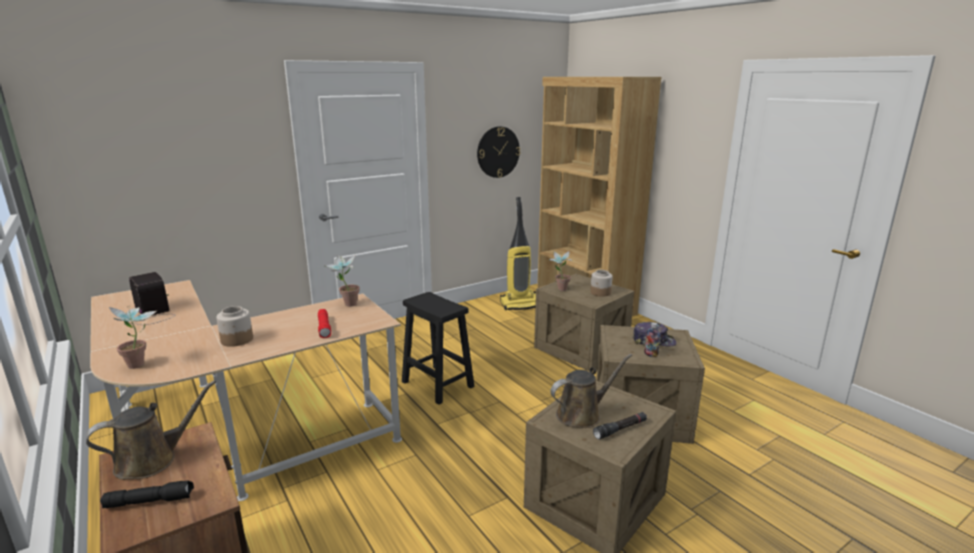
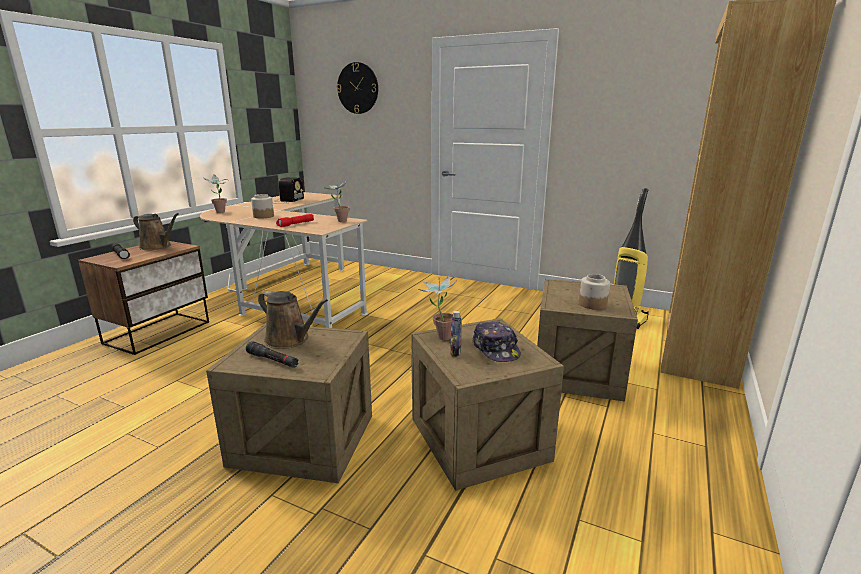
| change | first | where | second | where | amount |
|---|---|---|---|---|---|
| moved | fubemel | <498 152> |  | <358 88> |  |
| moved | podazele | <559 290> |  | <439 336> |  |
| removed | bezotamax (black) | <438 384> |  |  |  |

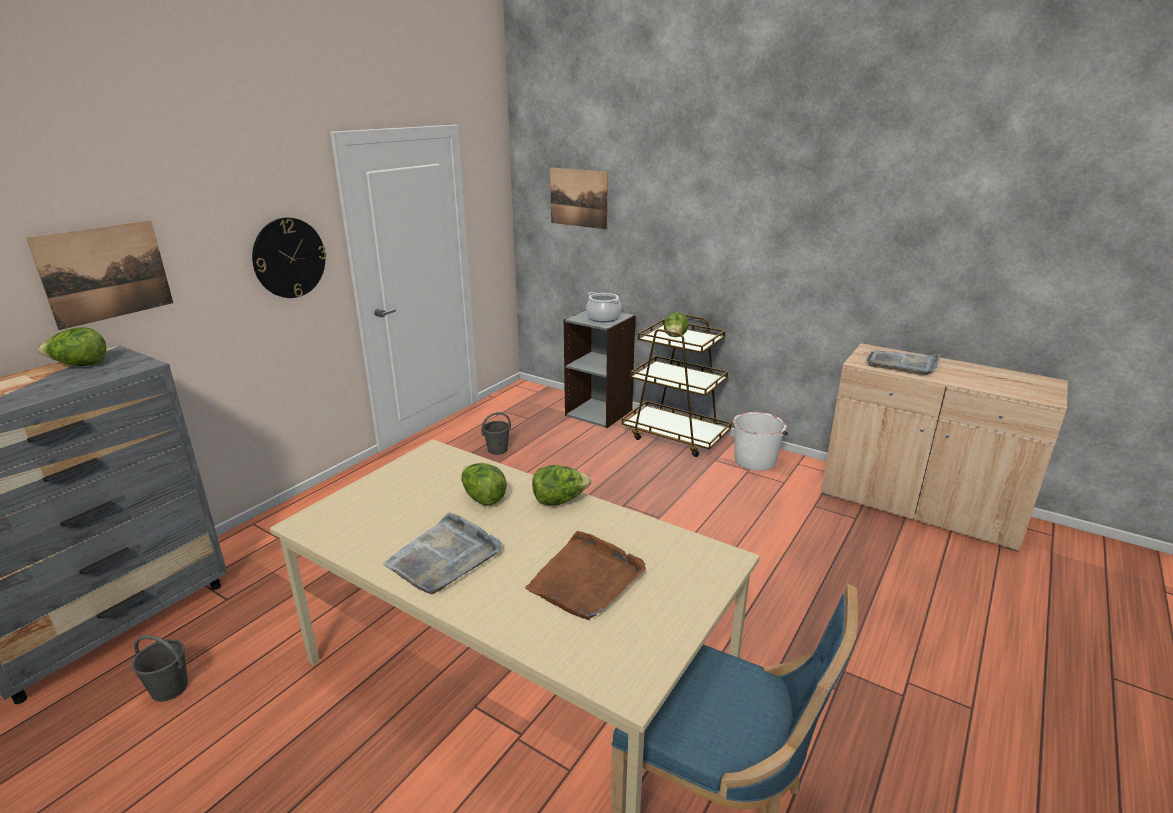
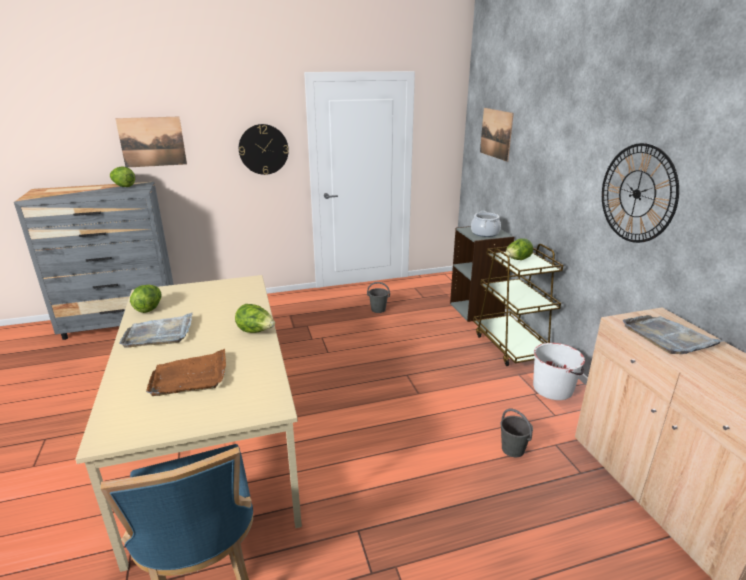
| change | first | where | second | where | amount |
|---|---|---|---|---|---|
| moved | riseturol | <483 498> |  | <149 308> |  |
| moved | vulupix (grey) | <170 689> |  | <513 449> |  |
| added |  |  | fubemel | <637 193> |  |

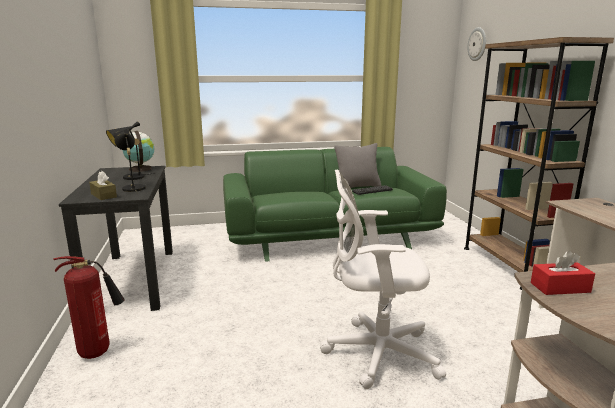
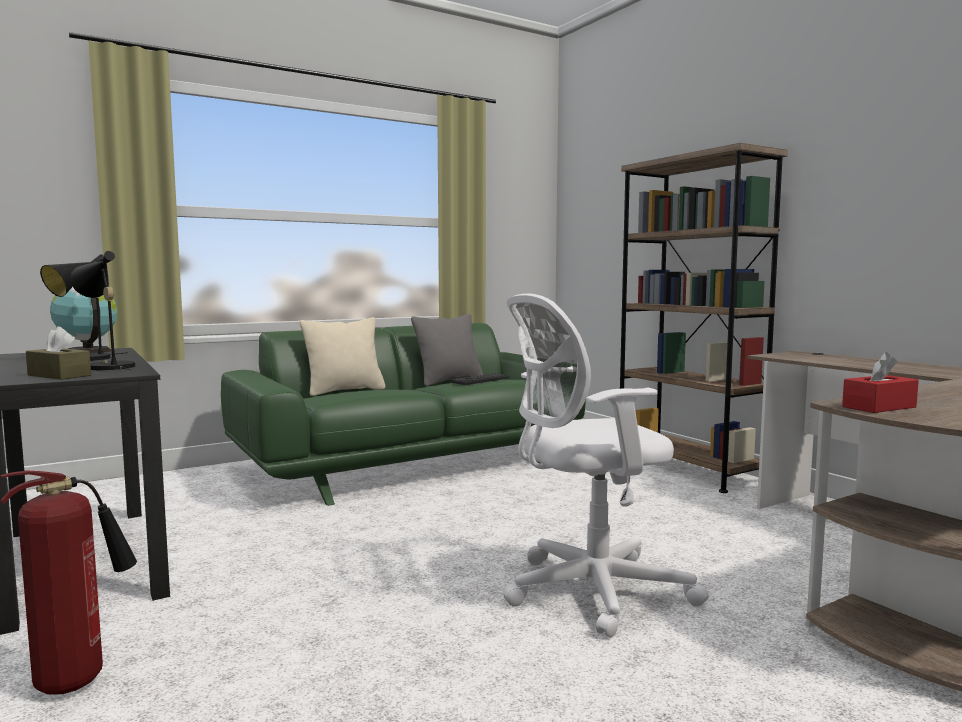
| change | first | where | second | where | amount |
|---|---|---|---|---|---|
| removed | fubemel | <477 44> |  |  |  |
| added |  |  | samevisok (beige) | <345 391> |  |

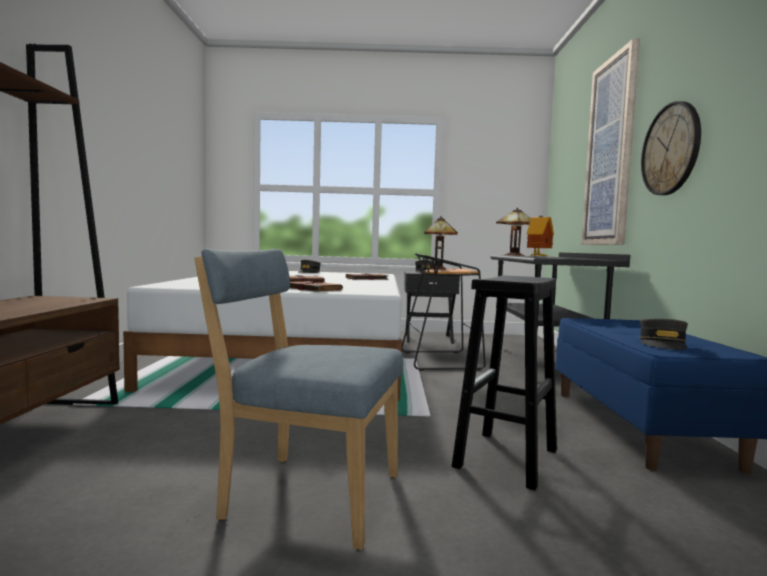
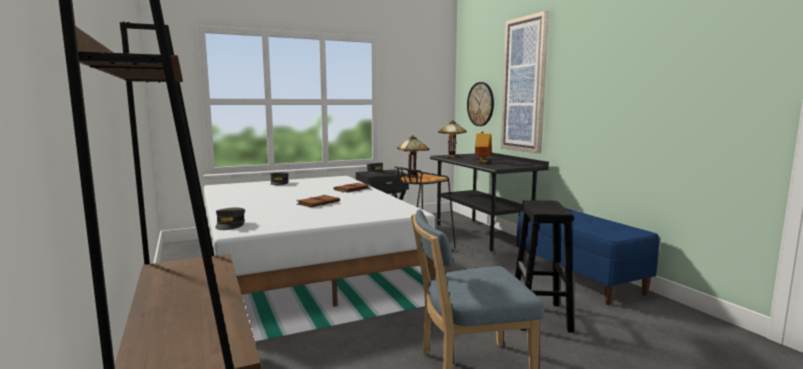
| change | first | where | second | where | amount |
|---|---|---|---|---|---|
| moved | fubemel | <670 149> |  | <480 104> |  |
| removed | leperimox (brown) | <312 289> |  |  |  |
| moved | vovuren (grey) | <663 344> |  | <230 225> |  |

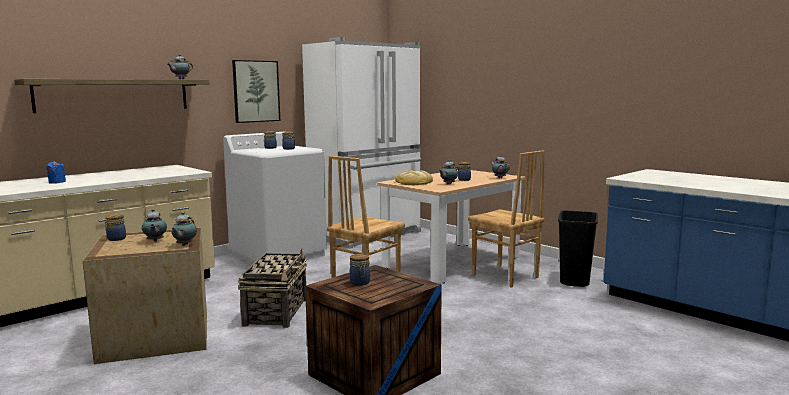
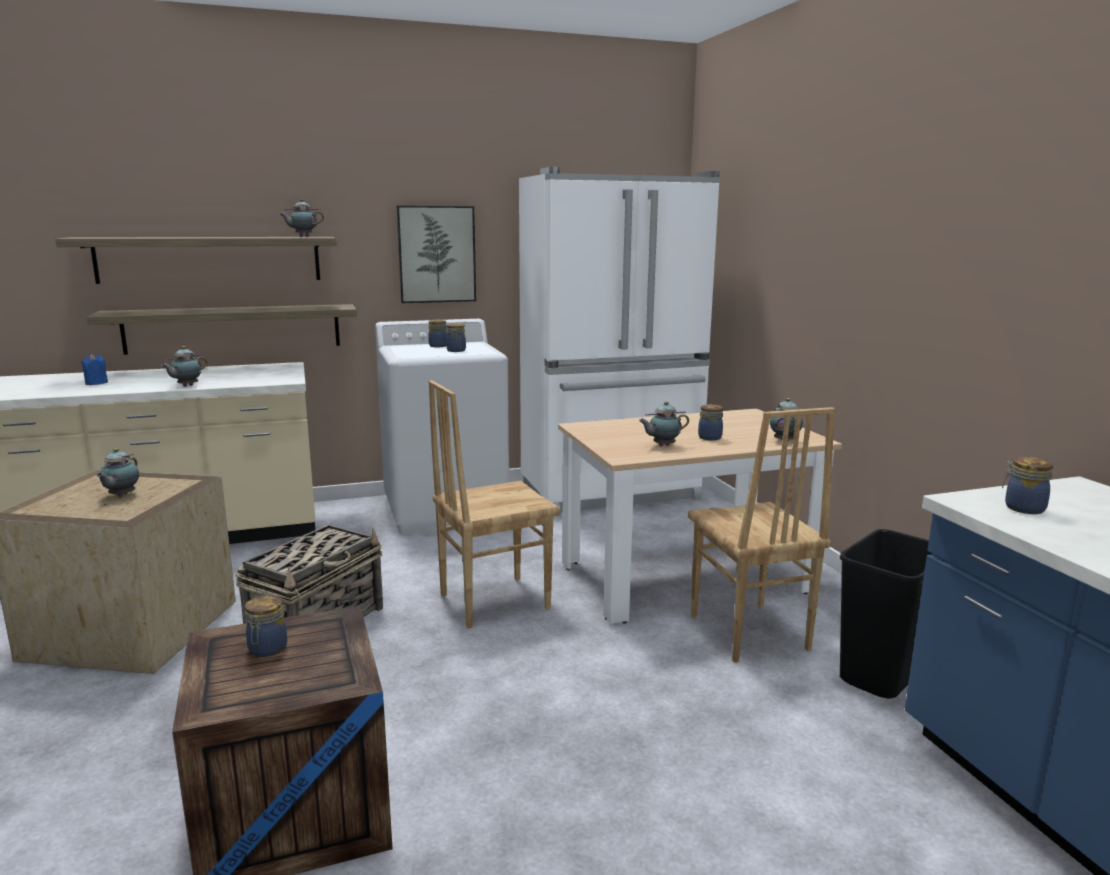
| change | first | where | second | where | amount |
|---|---|---|---|---|---|
| removed | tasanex | <414 182> |  |  |  |
| moved | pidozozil | <184 245> |  | <186 386> |  |
| moved | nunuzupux | <116 239> |  | <1022 508> |  |
| added |  |  | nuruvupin | <233 328> |  |

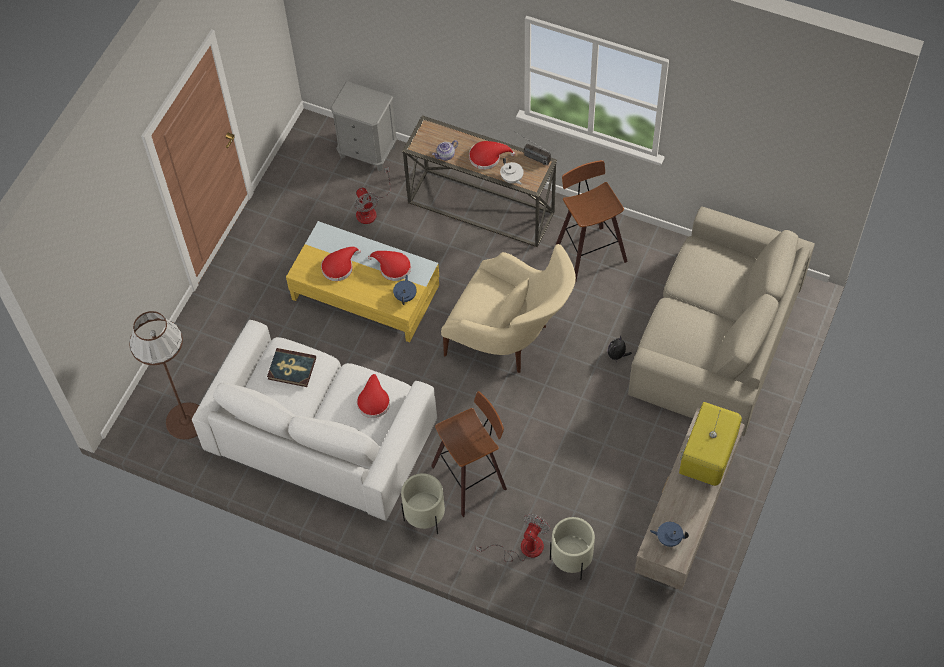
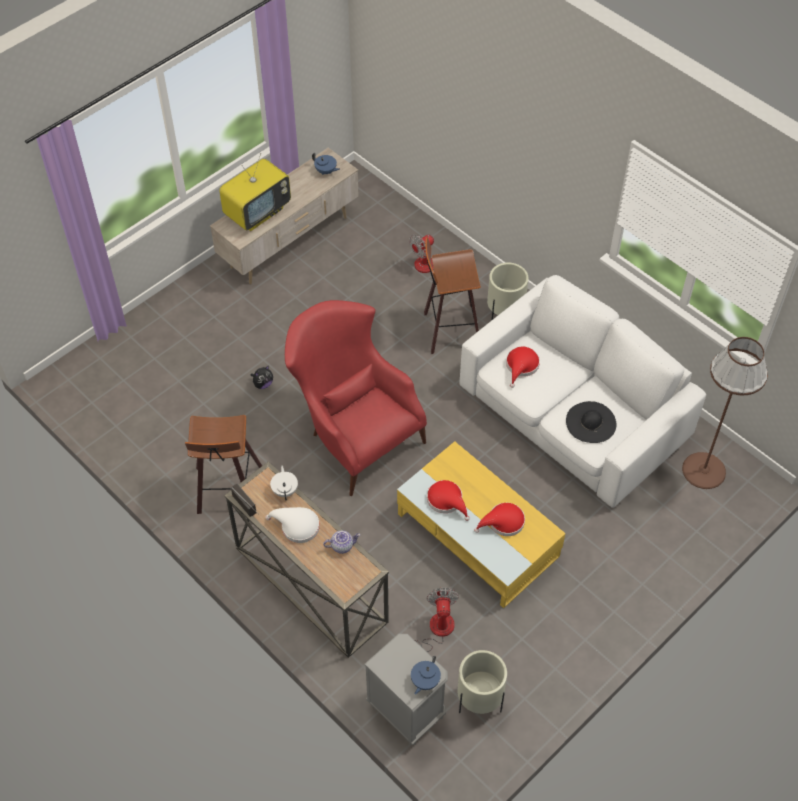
| change | first | where | second | where | amount |
|---|---|---|---|---|---|
| recoloured | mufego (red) | <487 157> | mufego (white) | <297 526> |  |
| removed | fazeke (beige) | <716 337> |  |  |  |
| recoloured | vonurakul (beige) | <511 340> | vonurakul (red) | <354 433> |  |
| moved | pidozozil (blue) | <405 296> |  | <424 681> |  |
| replaced | leperimox | <292 369> | mufego (black) | <591 422> |  |
| moved | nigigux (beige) | <571 561> |  | <479 701> |  |

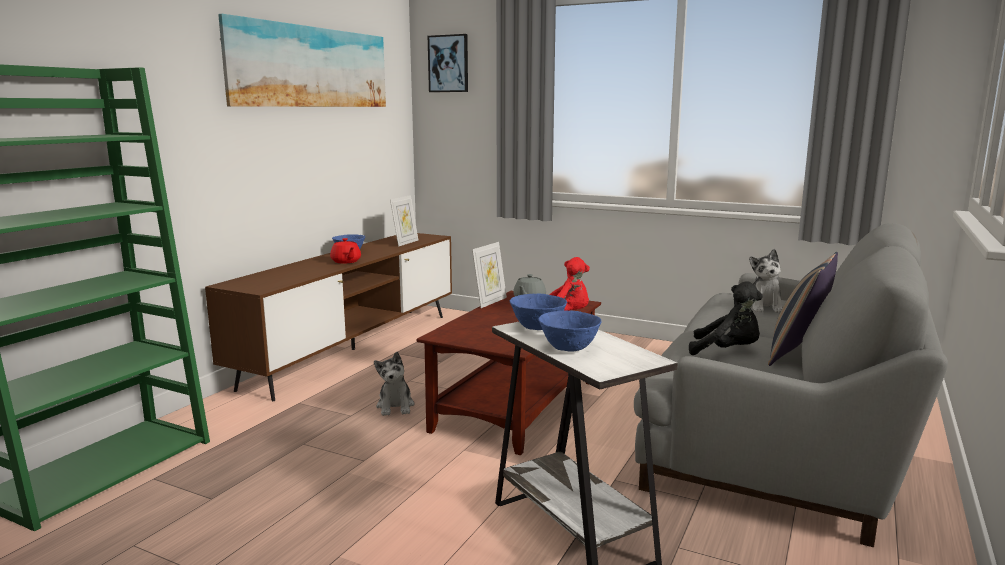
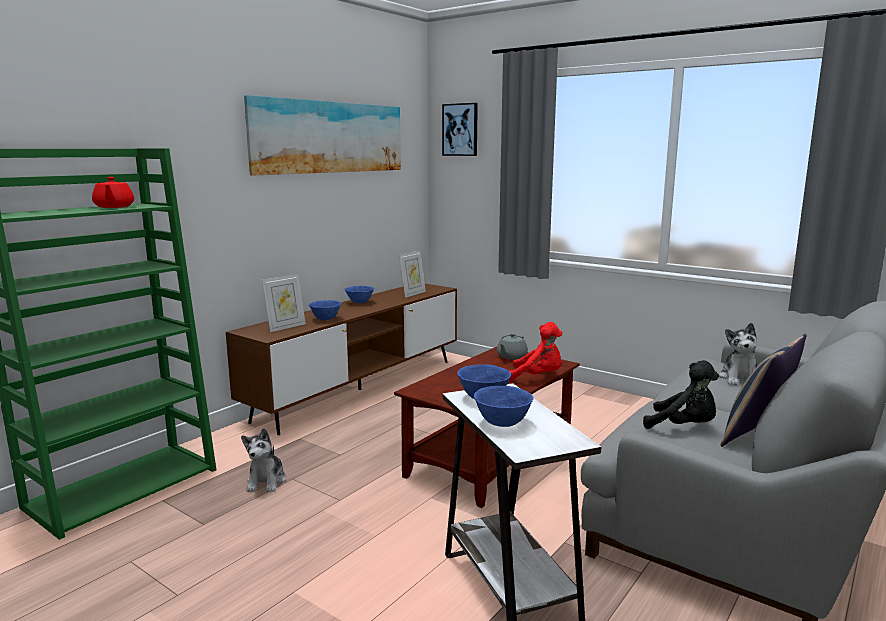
| change | first | where | second | where | amount |
|---|---|---|---|---|---|
| moved | pidozozil (red) | <346 261> |  | <114 207> |  |
| moved | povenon | <490 302> |  | <285 327> |  |
| moved | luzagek | <395 406> |  | <266 481> |  |
| added |  |  | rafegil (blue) | <326 319> |  |

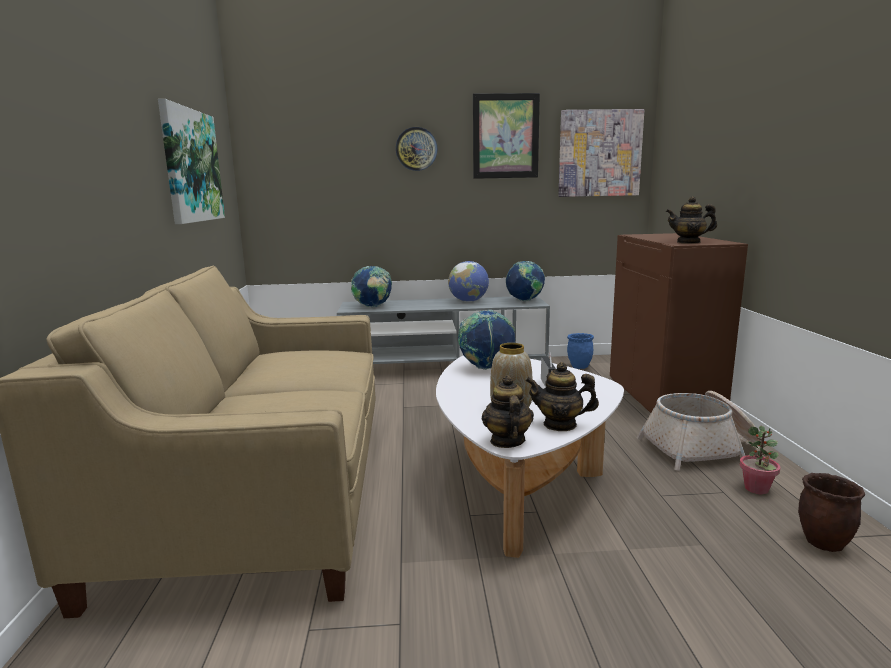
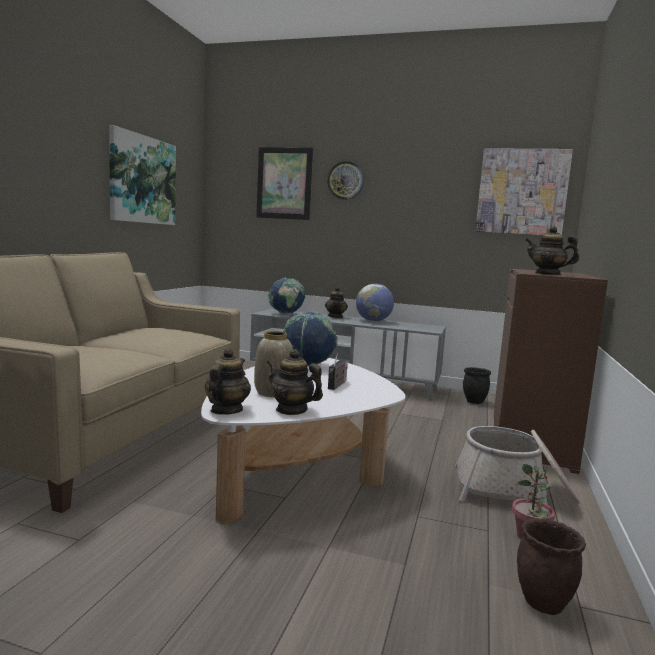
| change | first | where | second | where | amount |
|---|---|---|---|---|---|
| moved | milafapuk | <505 136> |  | <284 183> |  |
| removed | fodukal | <525 301> |  |  |  |
| recoloured | nigigux (blue) | <579 367> | nigigux (black) | <474 401> |  |
| added |  |  | pidozozil | <335 317> |  |

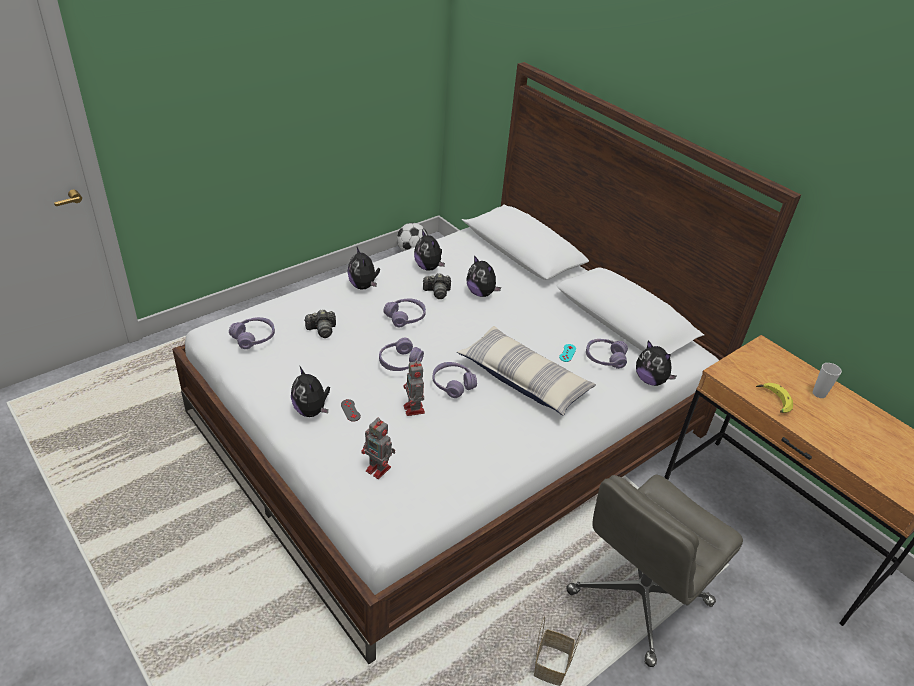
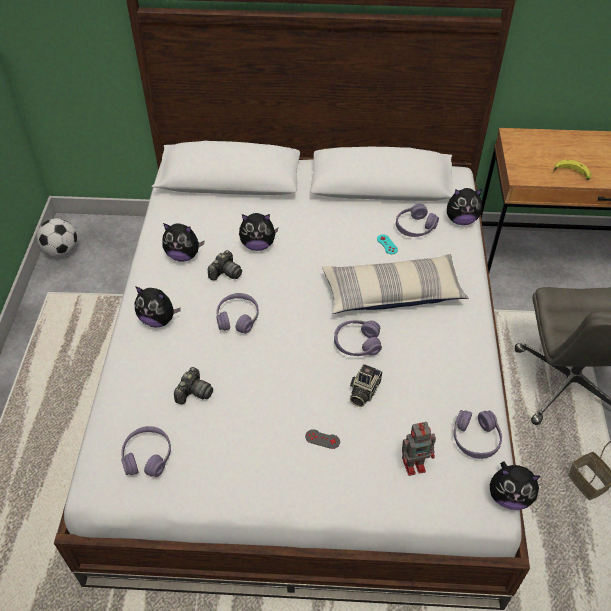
| change | first | where | second | where | amount |
|---|---|---|---|---|---|
| moved | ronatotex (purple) | <399 362> |  | <475 439> |  |
| replaced | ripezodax | <414 410> | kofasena | <363 391> |  |
| removed | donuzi | <819 394> |  |  |  |
| moved | luzagek | <311 410> |  | <509 496> |  |

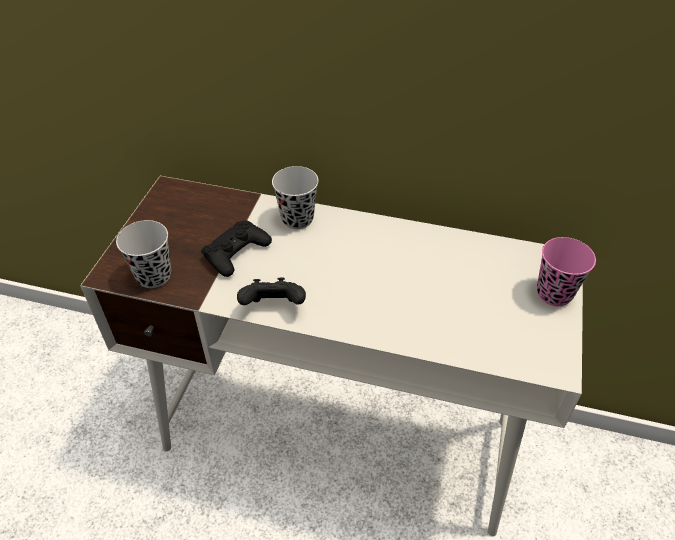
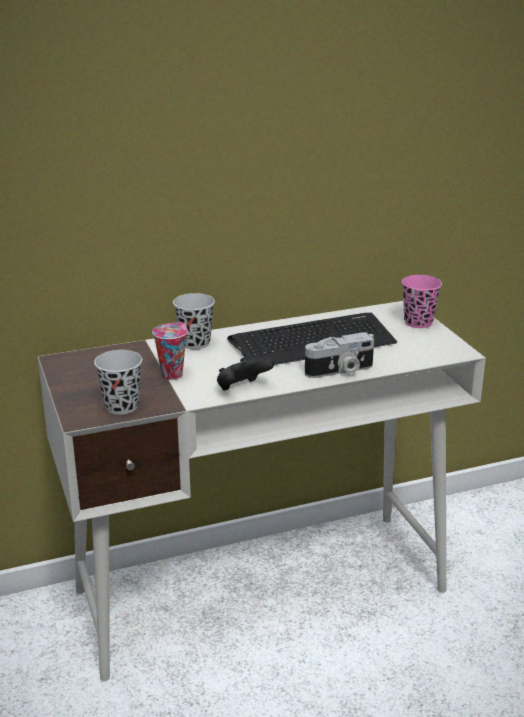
| change | first | where | second | where | amount |
|---|---|---|---|---|---|
| replaced | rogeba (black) | <236 252> | donuzi | <172 374> |  |
| added |  |  | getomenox | <313 342> |  |
| added |  |  | kofasena | <340 371> |  |

